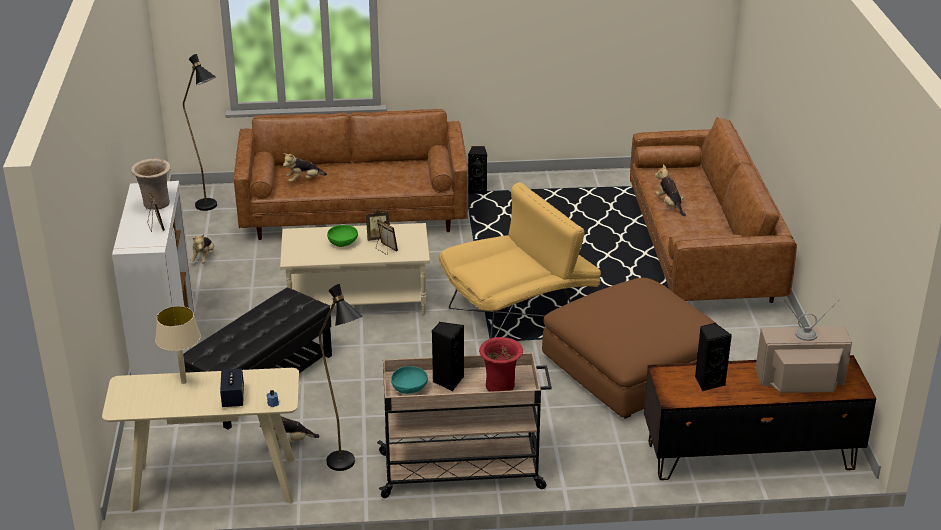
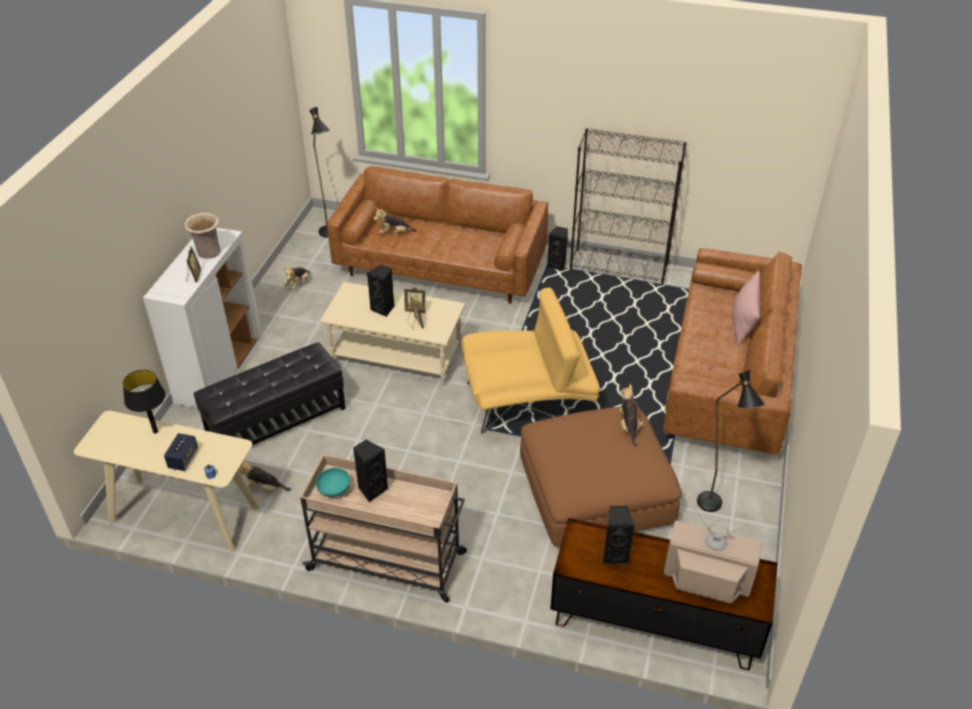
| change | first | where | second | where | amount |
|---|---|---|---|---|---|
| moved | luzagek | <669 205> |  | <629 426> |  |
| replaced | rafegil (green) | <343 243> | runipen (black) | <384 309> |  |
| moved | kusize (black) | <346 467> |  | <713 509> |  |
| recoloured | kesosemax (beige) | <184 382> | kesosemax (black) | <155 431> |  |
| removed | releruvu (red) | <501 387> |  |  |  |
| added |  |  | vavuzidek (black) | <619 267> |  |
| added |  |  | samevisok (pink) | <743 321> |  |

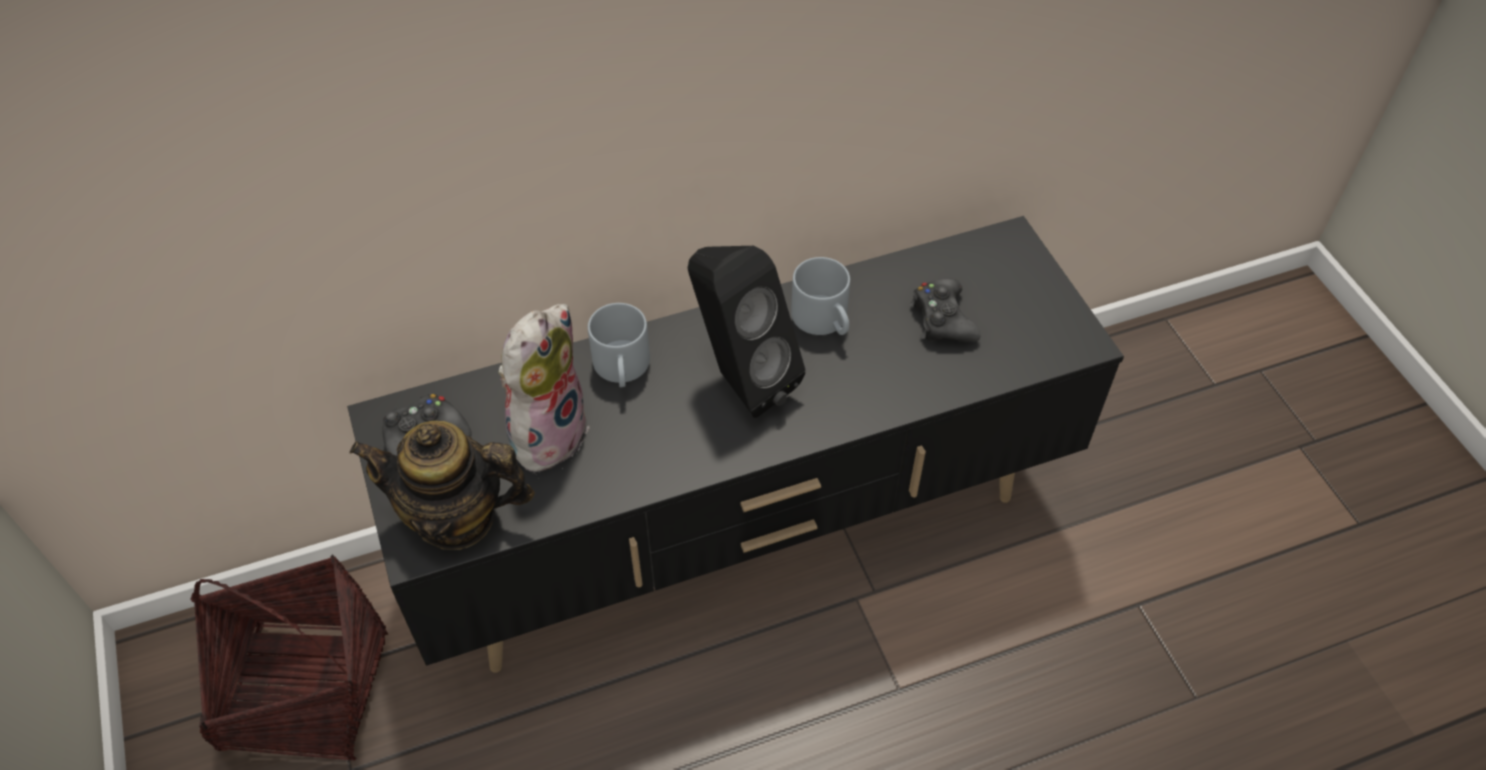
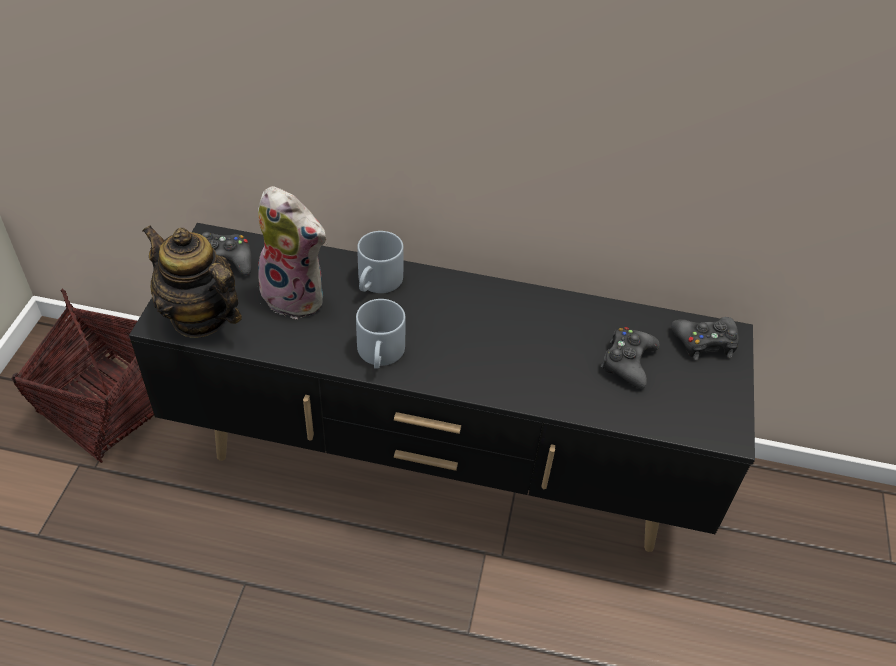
| change | first | where | second | where | amount |
|---|---|---|---|---|---|
| removed | runipen (black) | <740 379> |  |  |  |
| moved | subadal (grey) | <825 320> |  | <381 354> |  |
| turned | luzagek | <547 431> |  | <297 296> | 60 degrees clockwise |
| added |  |  | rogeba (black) | <705 342> |  |

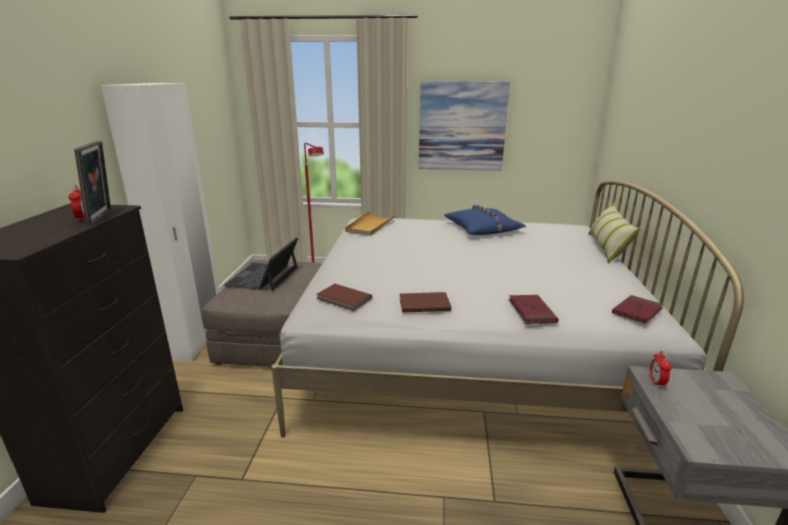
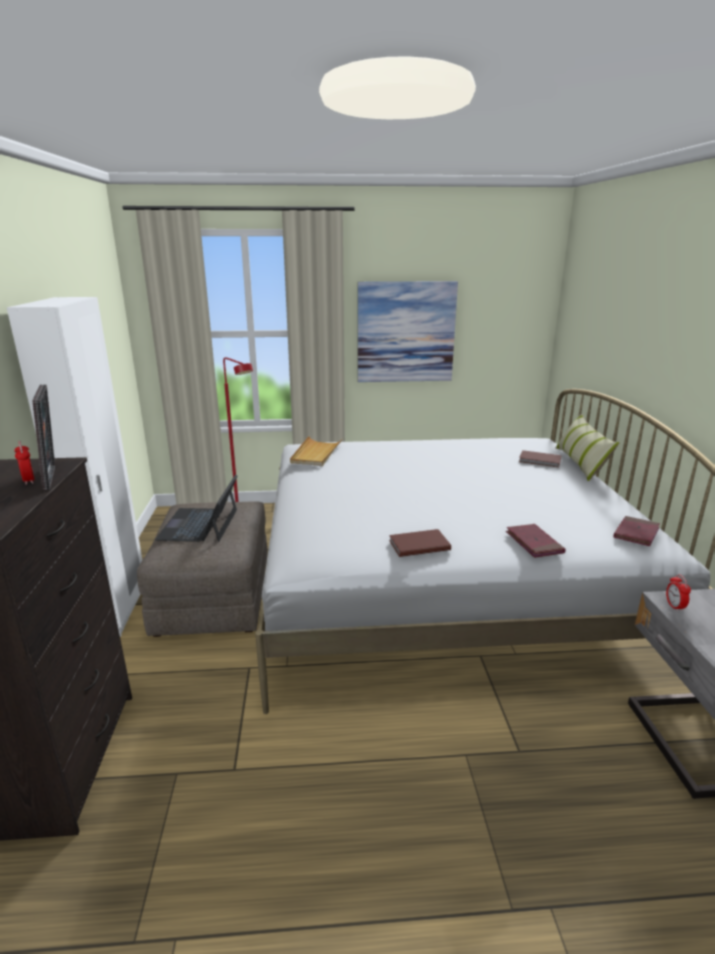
| change | first | where | second | where | amount |
|---|---|---|---|---|---|
| removed | samevisok (blue) | <483 228> |  |  |  |
| moved | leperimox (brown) | <343 299> |  | <540 461> |  |

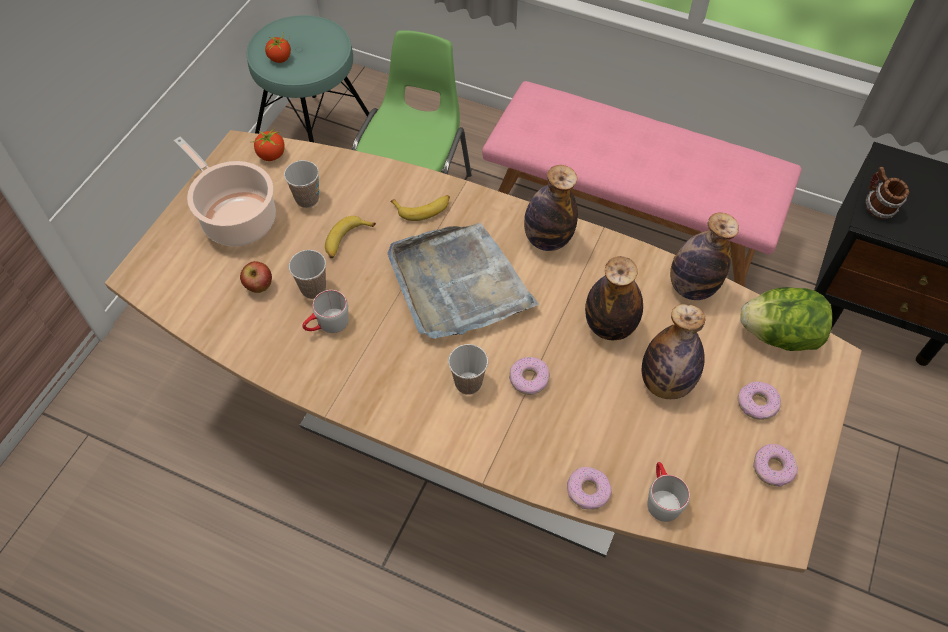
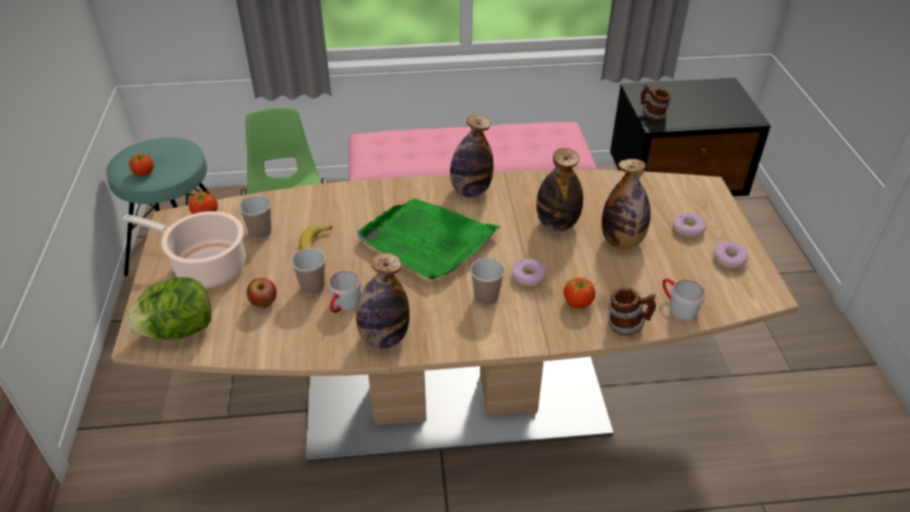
| change | first | where | second | where | amount |
|---|---|---|---|---|---|
| removed | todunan | <423 209> |  |  |  |
| moved | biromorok | <691 287> |  | <384 338> |  |
| recoloured | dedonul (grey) | <458 284> | dedonul (green) | <427 241> |  |
| moved | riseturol | <780 335> |  | <179 330> |  |
| replaced | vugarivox | <588 491> | subadal | <627 325> |  |
| added |  |  | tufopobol | <578 302> |  |

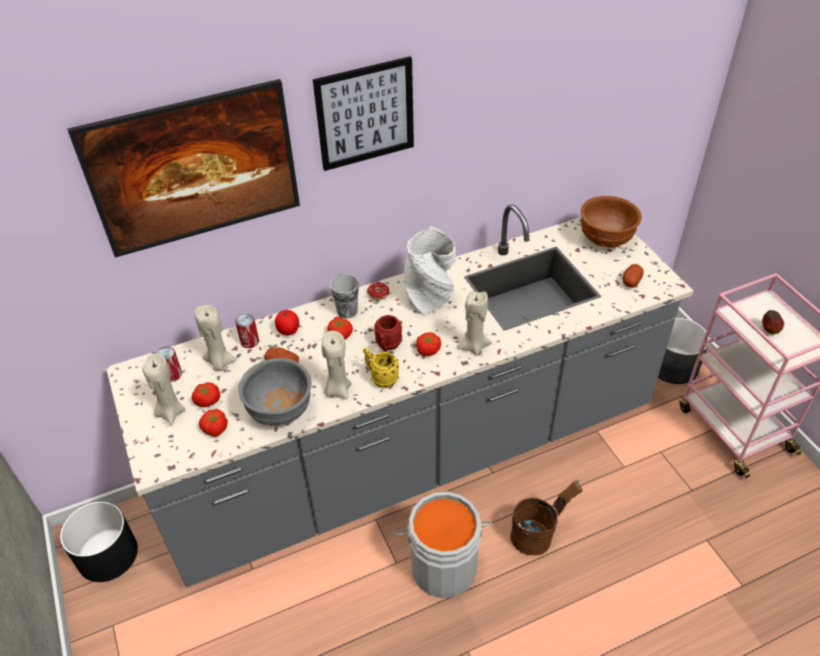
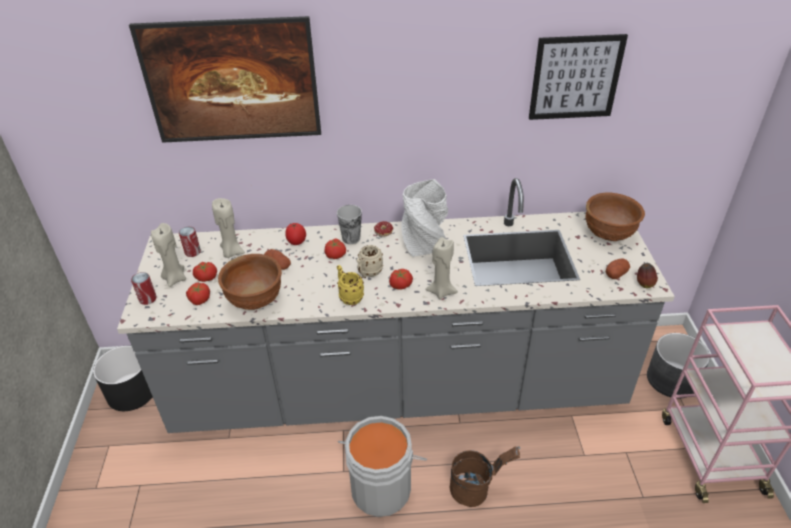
| change | first | where | second | where | amount |
|---|---|---|---|---|---|
| moved | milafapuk | <365 114> |  | <575 77> |  |
| moved | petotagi | <769 330> |  | <644 284> |  |
| moved | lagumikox | <250 342> |  | <147 299> |  |
| recoloured | subadal (red) | <387 346> | subadal (beige) | <368 273> |  |
| removed | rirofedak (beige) | <338 389> |  |  |  |
| recoloured | rafegil (grey) | <280 412> | rafegil (brown) | <255 301> |  |

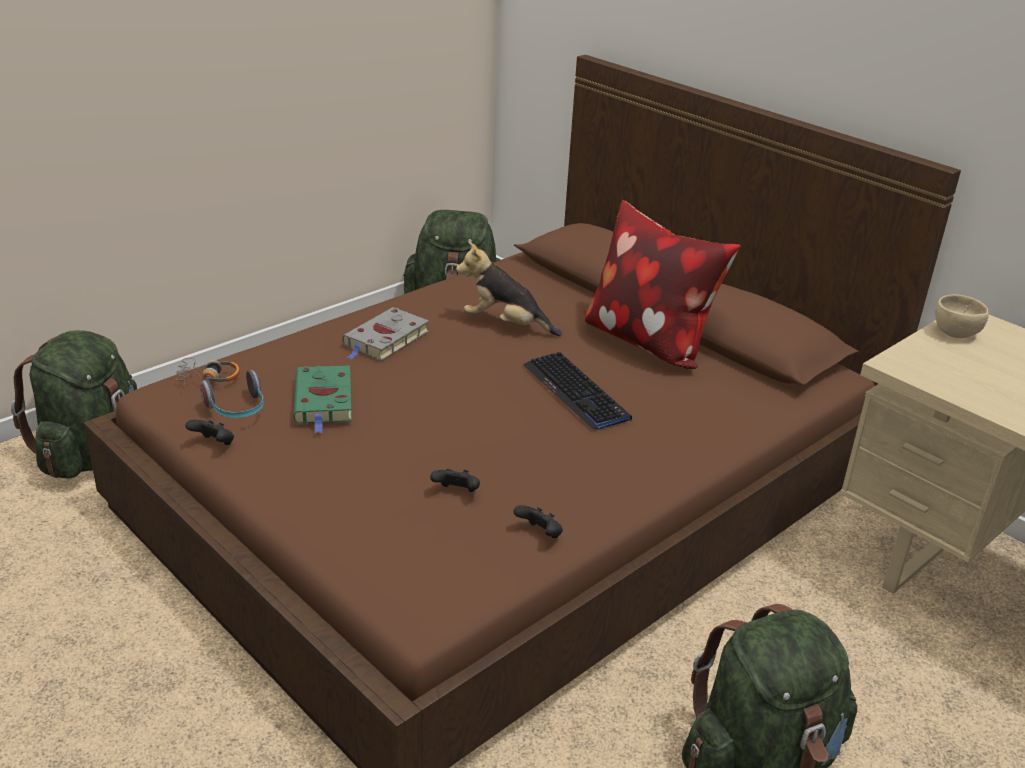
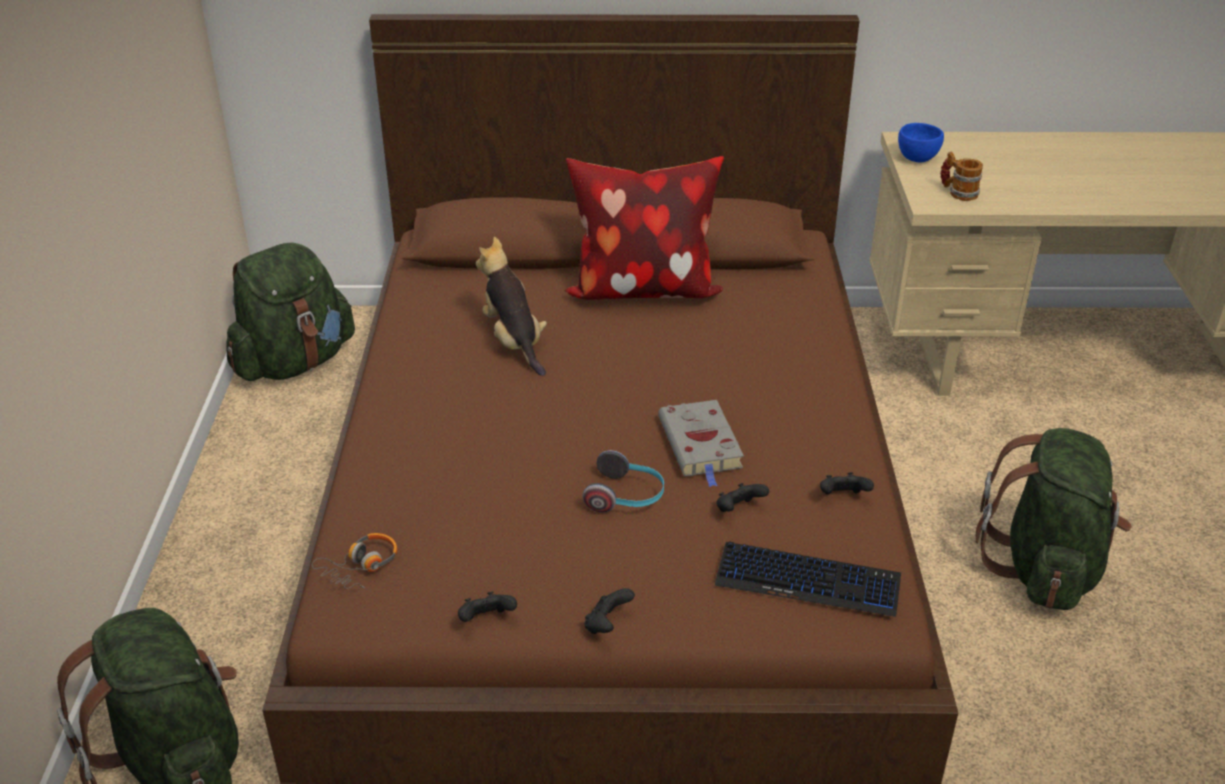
| change | first | where | second | where | amount |
|---|---|---|---|---|---|
| turned | luzagek | <505 325> |  | <514 342> | 90 degrees clockwise |
| recoloured | rafegil (beige) | <956 334> | rafegil (blue) | <919 158> |  |
| moved | leperimox (grey) | <385 340> |  | <701 446> |  |
| moved | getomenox | <576 392> |  | <808 581> |  |
| removed | leperimox (green) | <324 401> |  |  |  |
| moved | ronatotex | <237 410> |  | <626 497> |  |
| added |  |  | subadal | <958 192> |  |
| added |  |  | rogeba (black) | <607 625> |  |

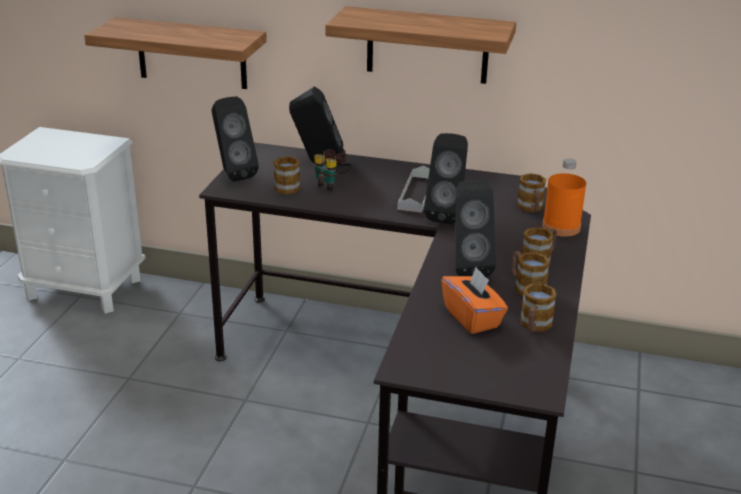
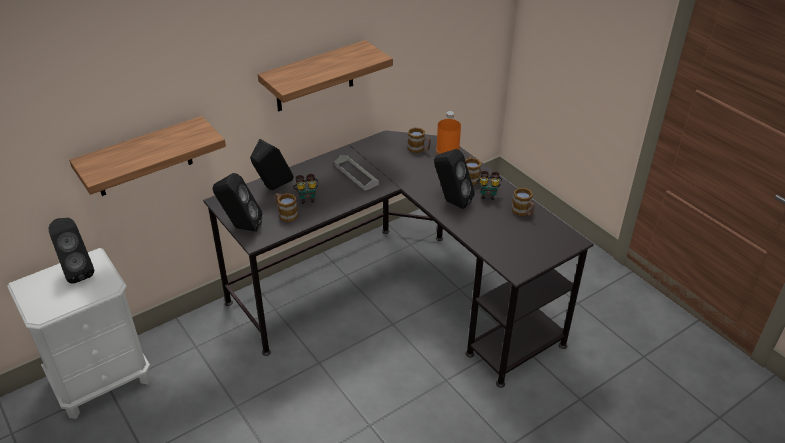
| change | first | where | second | where | amount |
|---|---|---|---|---|---|
| moved | runipen (black) | <446 215> |  | <77 271> |  |
| replaced | subadal | <525 286> | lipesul | <488 194> |  |
| removed | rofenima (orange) | <472 318> |  |  |  |

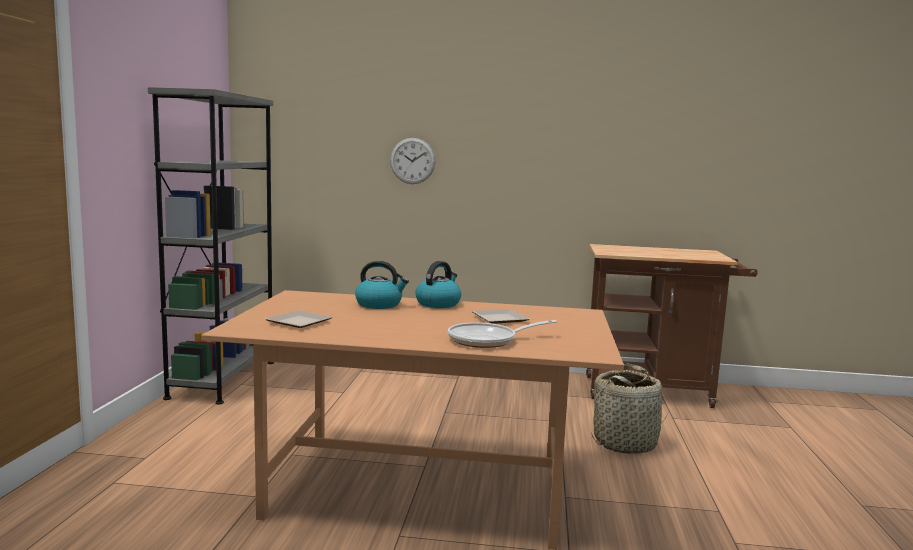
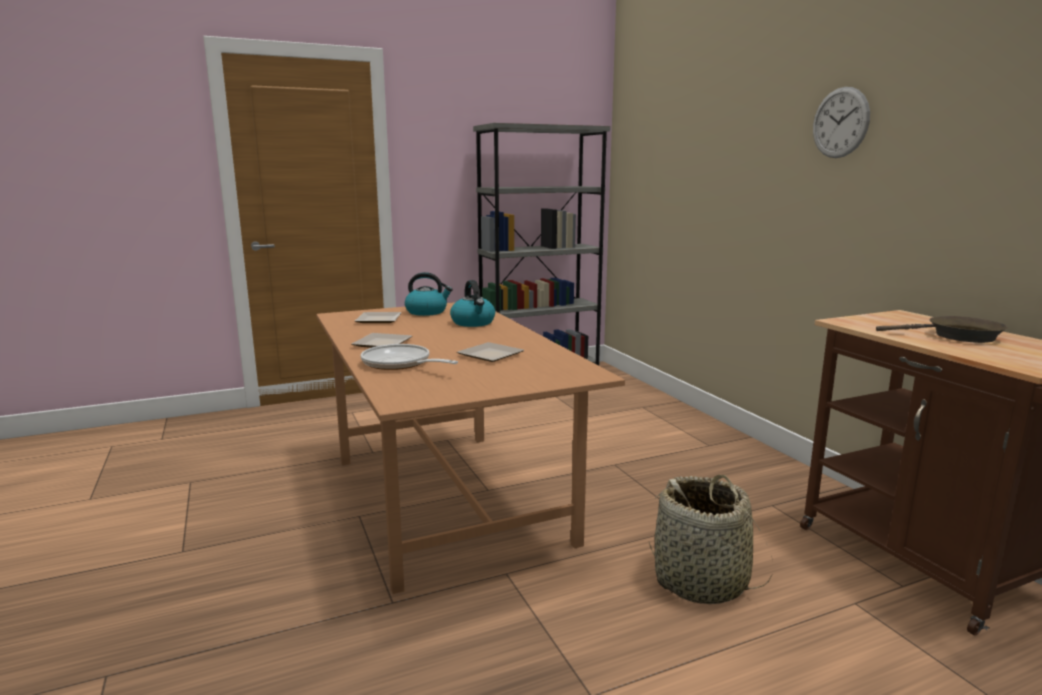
| change | first | where | second | where | amount |
|---|---|---|---|---|---|
| moved | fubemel | <412 161> |  | <840 122> |  |
| moved | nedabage | <438 304> |  | <427 312> |  |
| added |  |  | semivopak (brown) | <957 336> |  |
| added |  |  | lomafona | <383 344> |  |

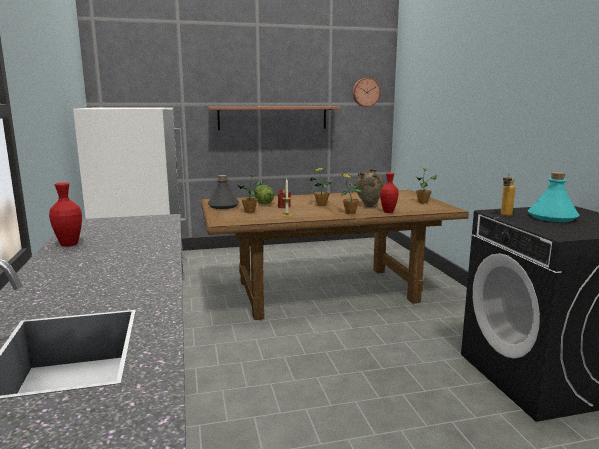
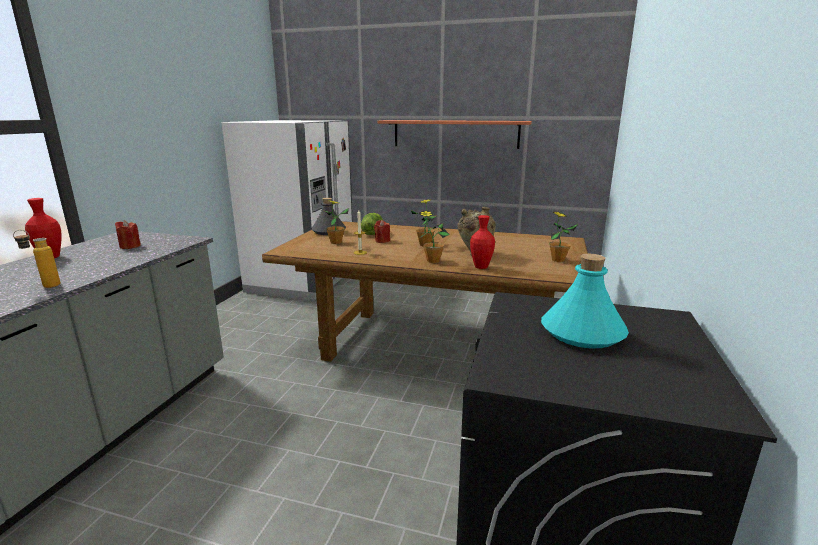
| change | first | where | second | where | amount |
|---|---|---|---|---|---|
| removed | fubemel | <366 92> |  |  |  |
| moved | biromorok | <505 215> |  | <44 286> |  |
| added |  |  | rirofedak (red) | <130 246> |  |

